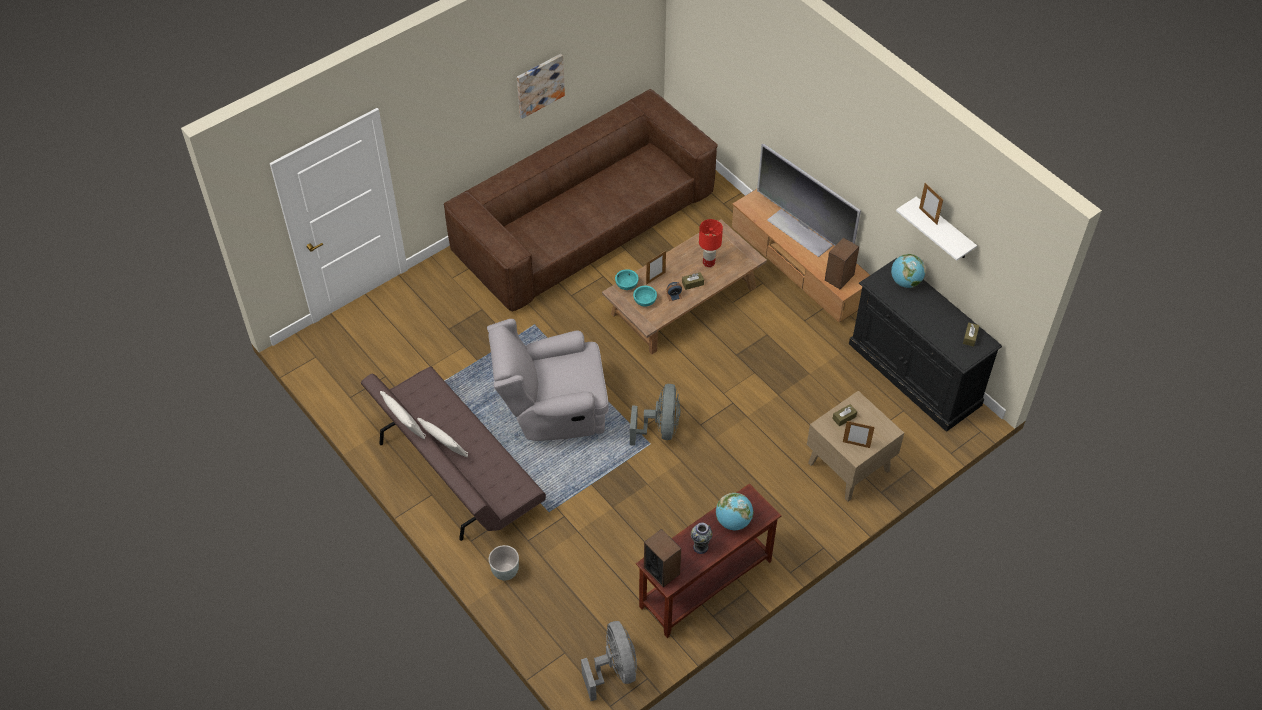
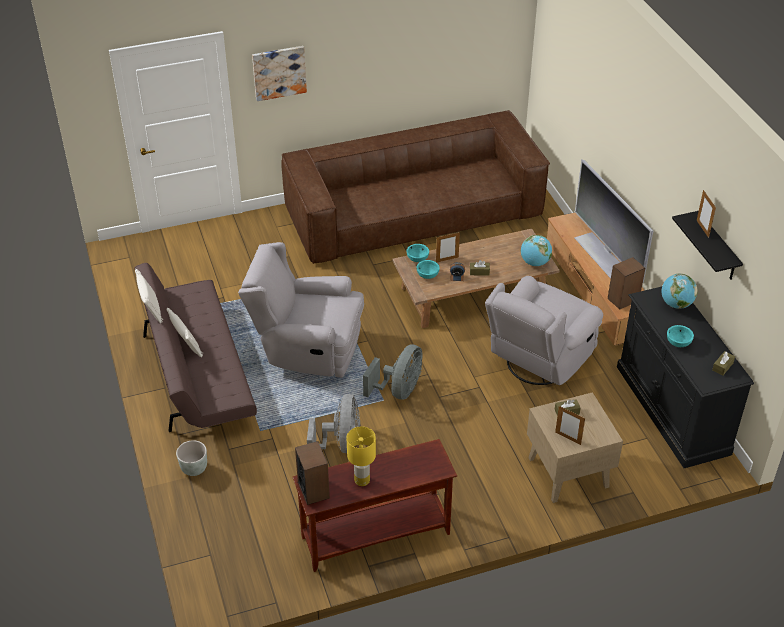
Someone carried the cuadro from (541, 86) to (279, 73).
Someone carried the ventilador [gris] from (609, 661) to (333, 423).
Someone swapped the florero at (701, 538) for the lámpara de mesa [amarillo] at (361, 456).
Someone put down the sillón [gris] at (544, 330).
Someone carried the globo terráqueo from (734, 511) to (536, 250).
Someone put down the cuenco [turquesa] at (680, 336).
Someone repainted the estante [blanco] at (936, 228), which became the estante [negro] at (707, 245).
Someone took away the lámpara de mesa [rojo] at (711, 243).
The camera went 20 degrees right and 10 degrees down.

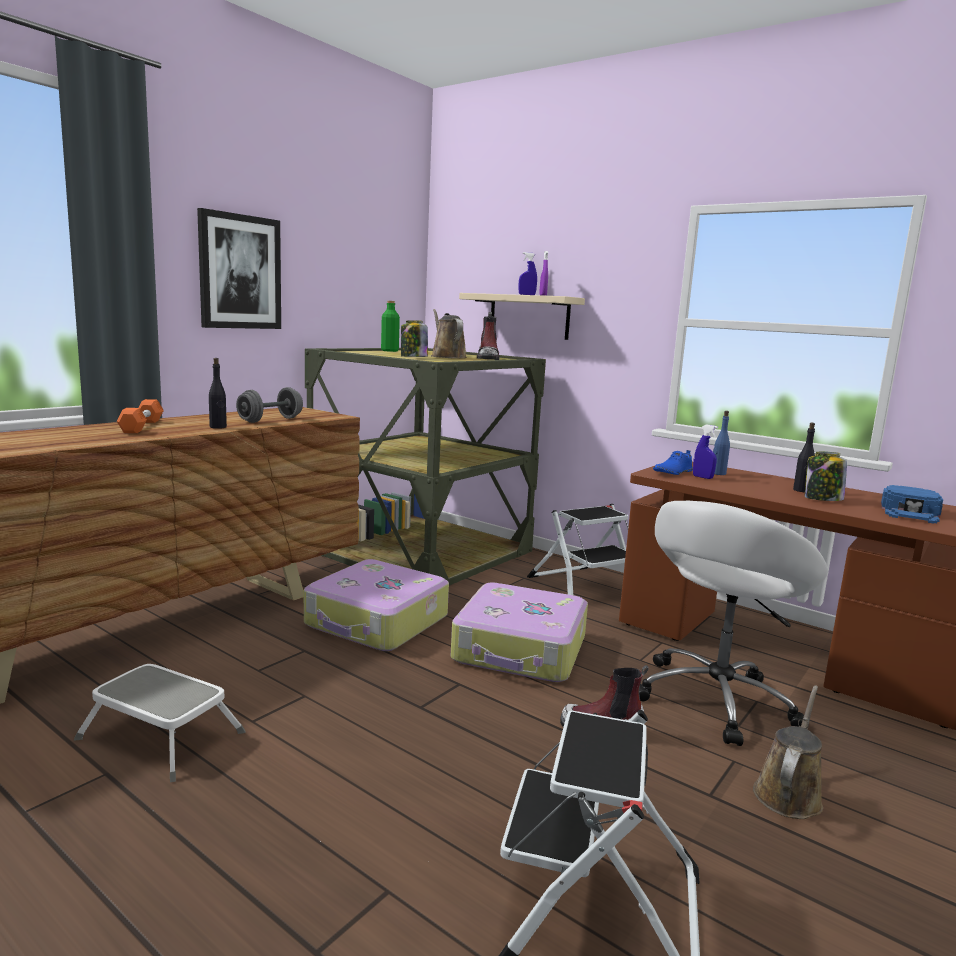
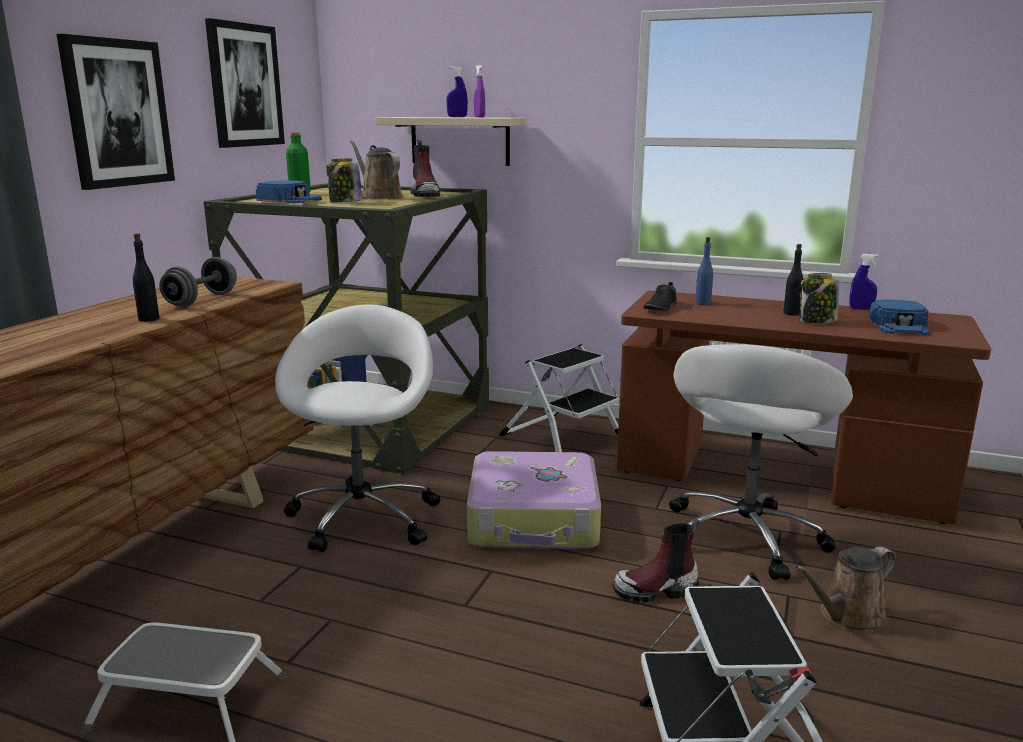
Someone put up the cuadro at (245, 83).
Someone put down the gorra [azul] at (289, 191).
Someone swapped the maleta at (376, 605) for the silla de oficina [blanco] at (357, 428).
Someone repainted the zapato [azul] at (673, 462), which became the zapato [negro] at (660, 296).
Someone rotated the regadera [marrón] at (788, 752) by 135 degrees counterclockwise.
Someone carried the pulverizador [azul] from (705, 451) to (864, 281).
Someone took away the mancuerna [naranja] at (140, 416).
The camera went 15 degrees left and 5 degrees up.

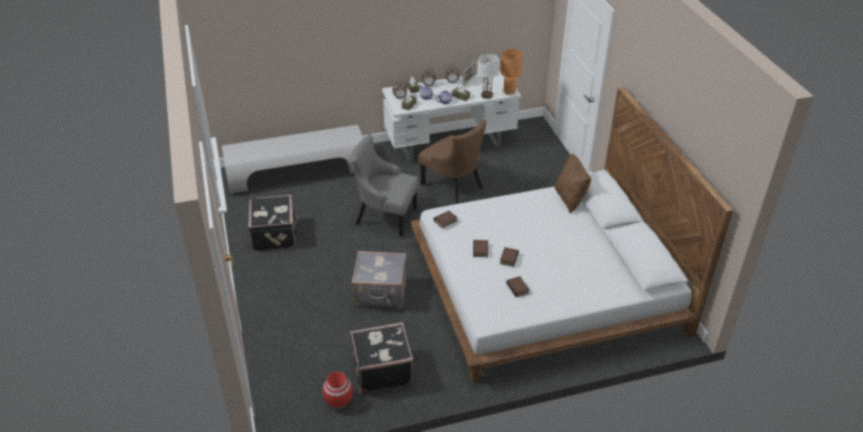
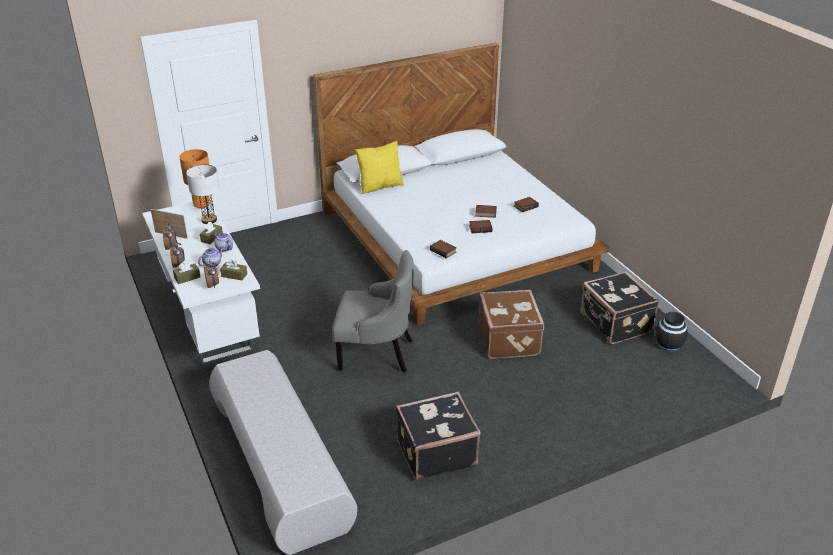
Someone rotated the silla [gris] at (385, 185) by 90 degrees counterclockwise.
Someone repainted the cojín [marrón] at (573, 183), which became the cojín [amarillo] at (379, 167).
Someone repainted the maleta [gris] at (378, 279), which became the maleta [marrón] at (511, 324).
Someone repainted the florero [rojo] at (337, 389), which became the florero [negro] at (671, 331).
Someone took away the silla [marrón] at (452, 162).
The camera went 100 degrees left and 5 degrees down.

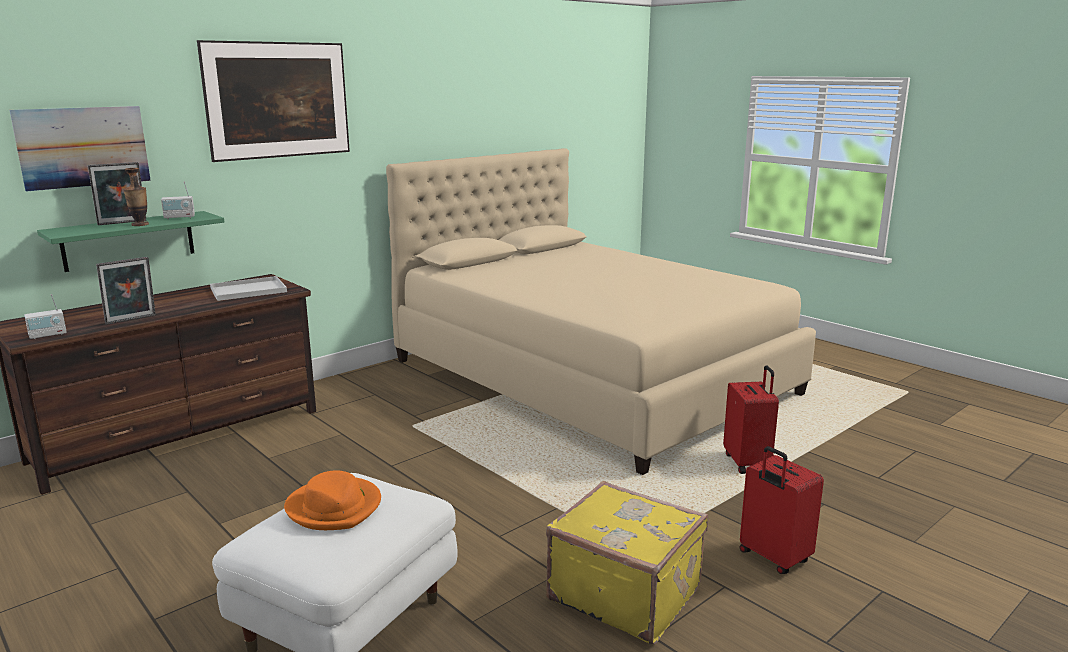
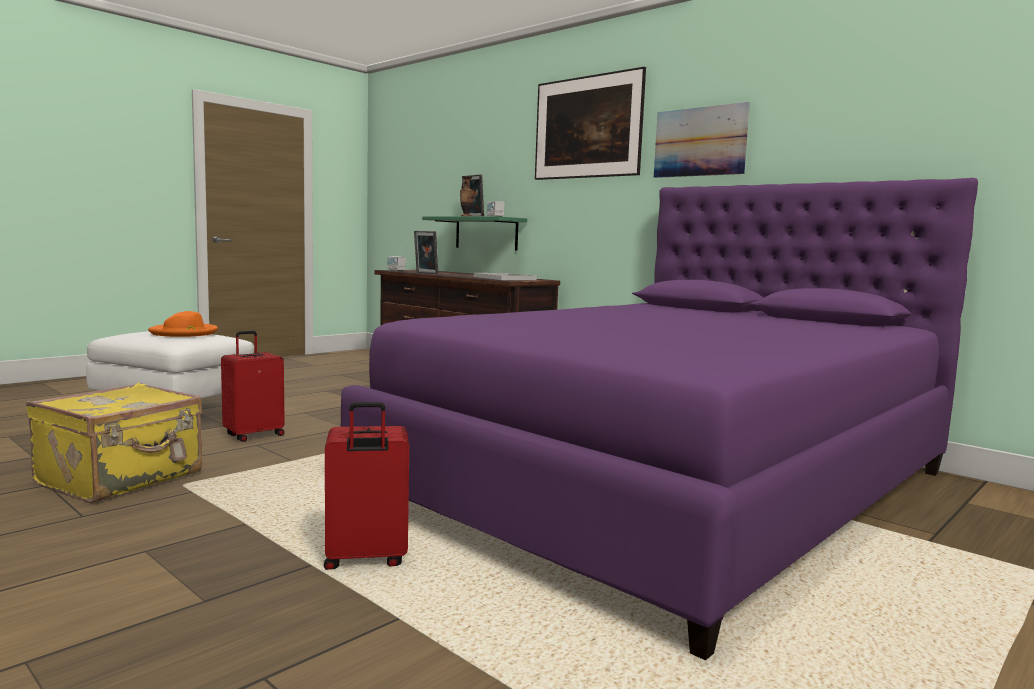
Someone carried the maleta [rojo] from (782, 510) to (253, 386).
Someone repainted the cama [beis] at (601, 311), which became the cama [morado] at (659, 419).
Someone carried the cuadro from (80, 149) to (702, 140).
The camera went 85 degrees right and 10 degrees down.

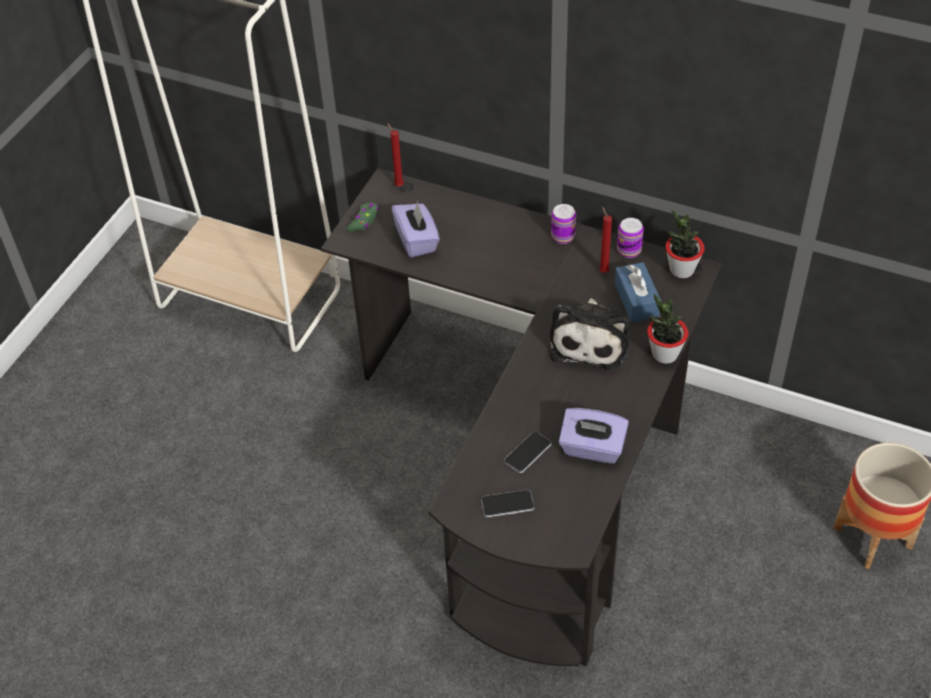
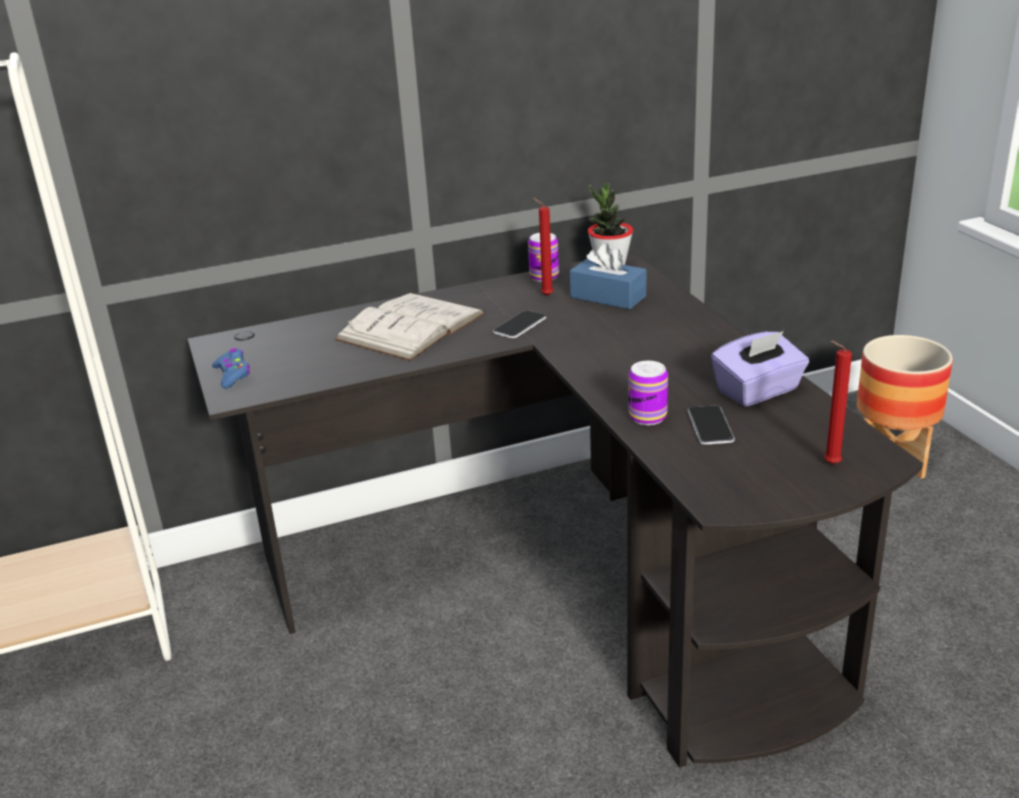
Someone repainted the mando de consola [verde] at (362, 217), which became the mando de consola [azul] at (231, 368).
Someone put down the libro [blanco] at (410, 327).
Someone carried the móvil from (508, 503) to (519, 324).
Someone carried the lata from (563, 224) to (648, 393).
Someone carried the vela [rojo] from (395, 154) to (838, 402).
Someone took away the caja de pañuelos [morado] at (415, 229).
Someone took away the peluche at (590, 334).
Someone took away the planta en maceta at (668, 329).
The camera went 45 degrees left and 20 degrees down.

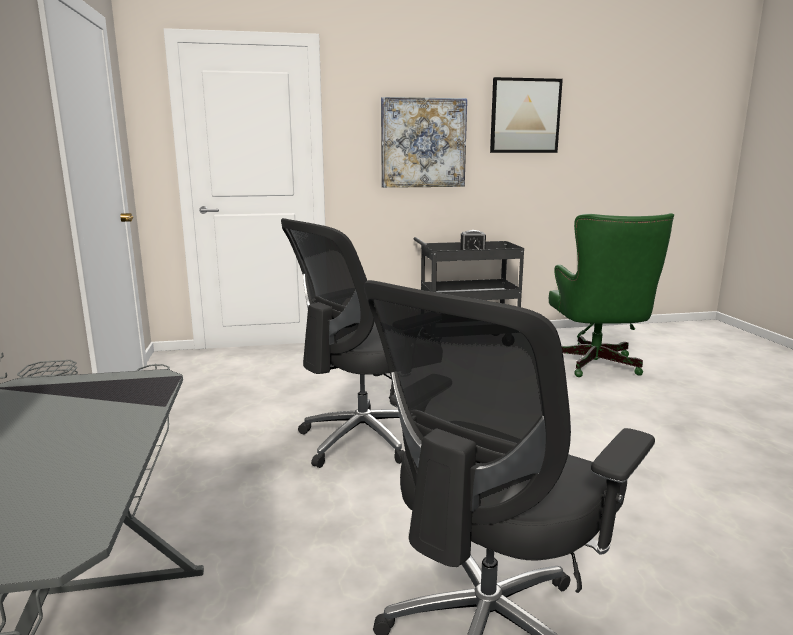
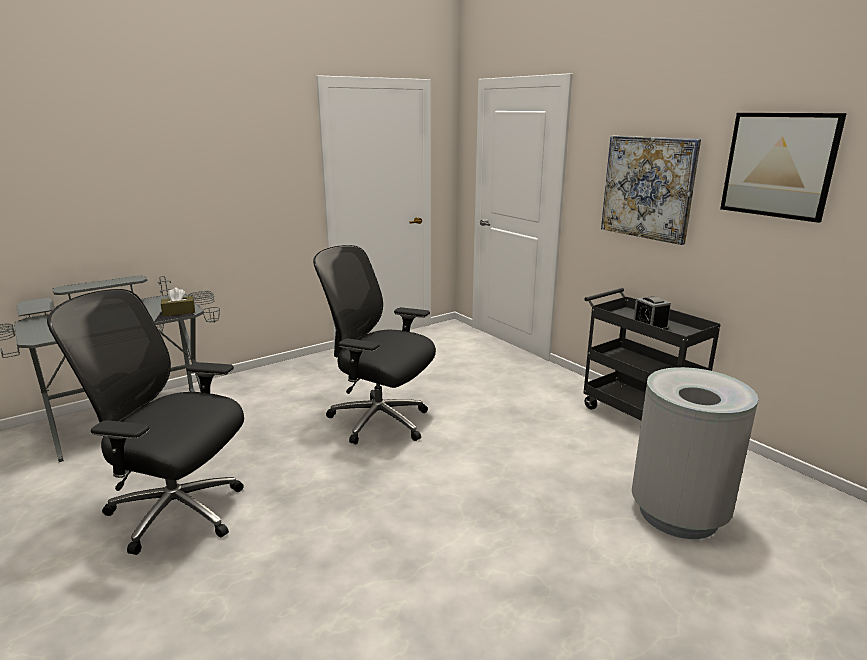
Someone put down the caja de pañuelos [marrón] at (178, 301).
Someone swapped the silla de oficina [verde] at (611, 295) for the papelera [gris] at (695, 453).
The camera went 65 degrees right and 5 degrees up.

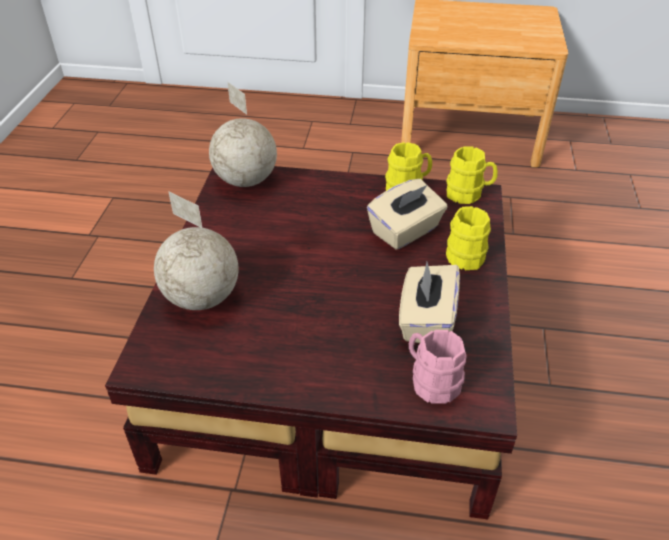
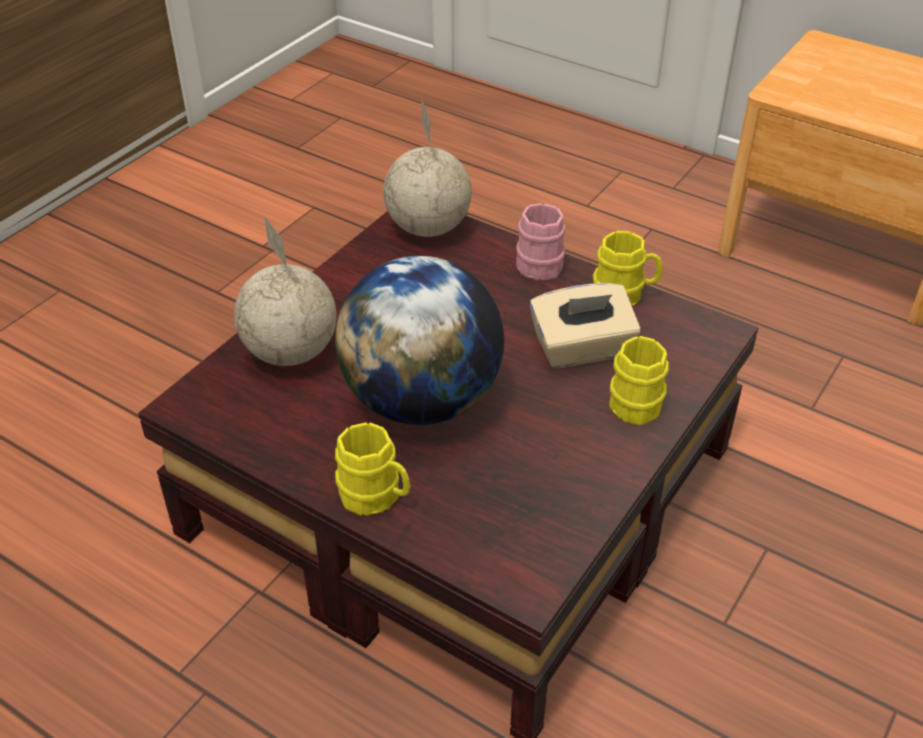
Someone put down the globo terráqueo at (419, 340).
Someone carried the taza grande [amarillo] from (472, 175) to (372, 469).
Someone carried the taza grande [rosa] from (437, 367) to (541, 242).
Someone took away the caja de pañuelos [beis] at (429, 302).
The camera went 25 degrees right and 0 degrees up.

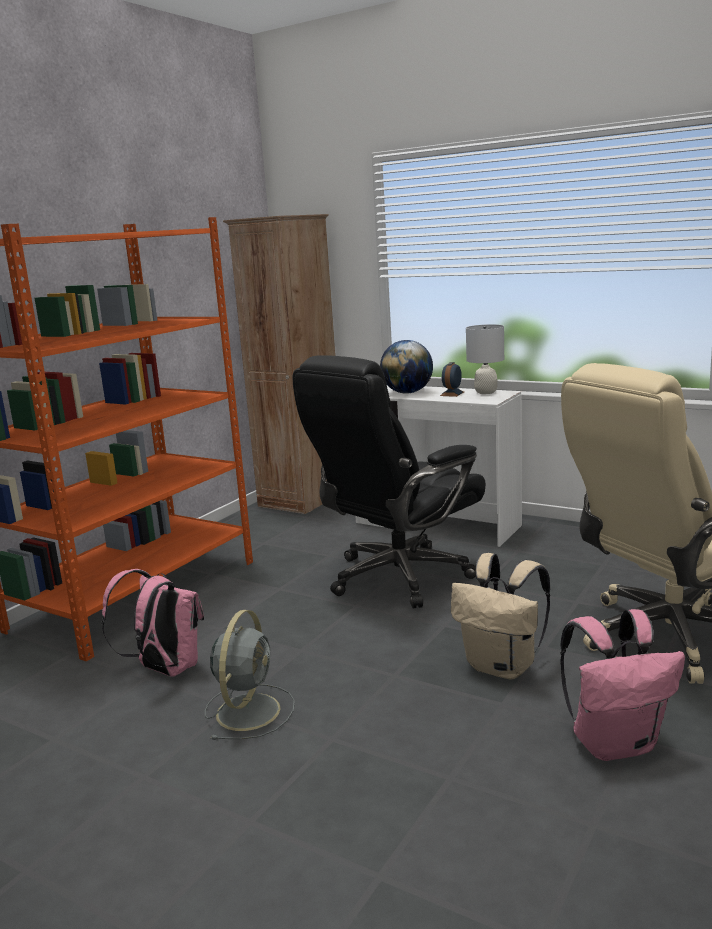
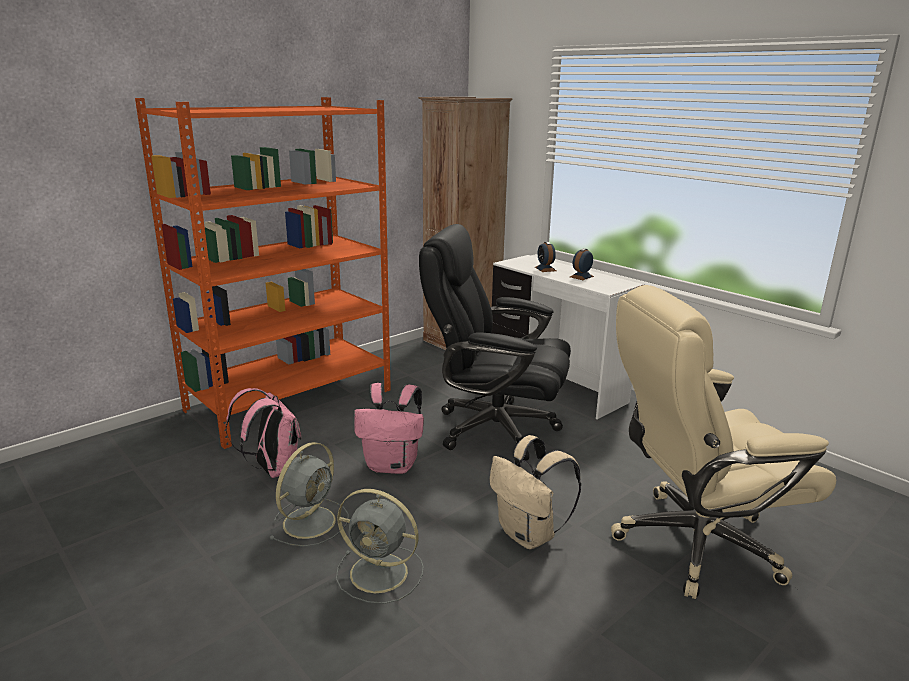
Someone put down the ventilador [gris] at (380, 546).
Someone carried the mochila [rosa] from (622, 685) to (389, 428).
Someone rotated the silla de oficina [negro] at (389, 482) by 45 degrees clockwise.
Someone swapped the globo terráqueo at (406, 367) for the despertador at (545, 257).
Someone took away the lámpara de mesa [gris] at (485, 359).
The camera went 15 degrees right and 5 degrees up.

